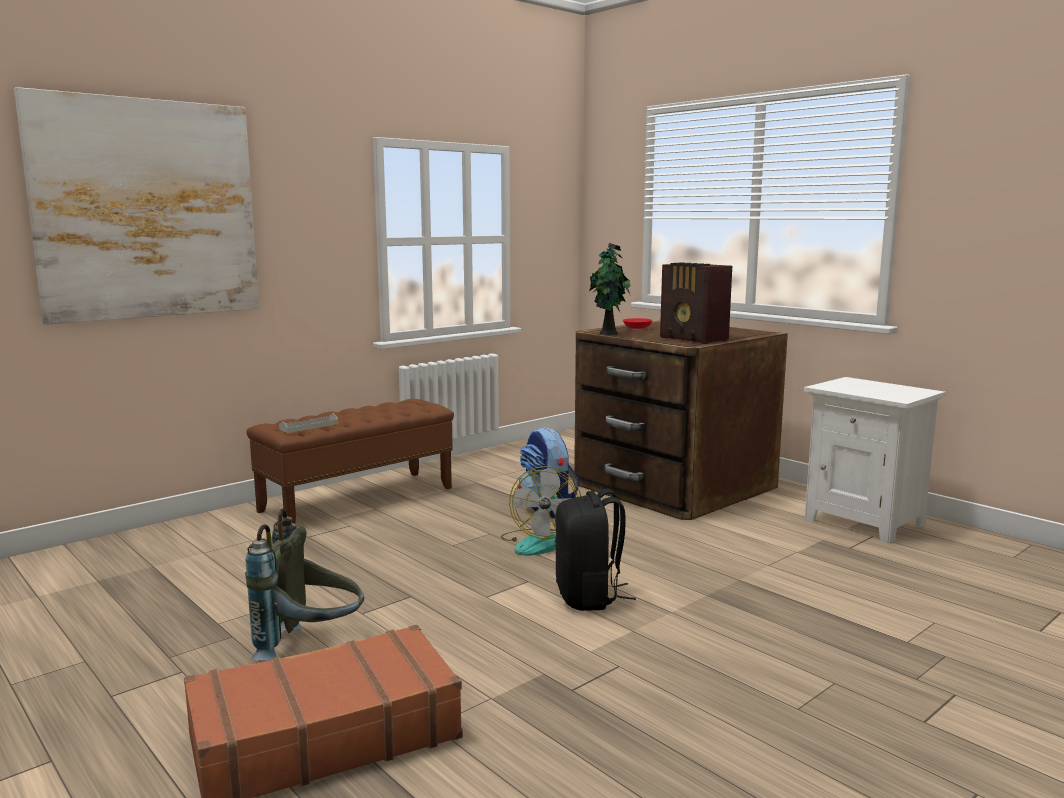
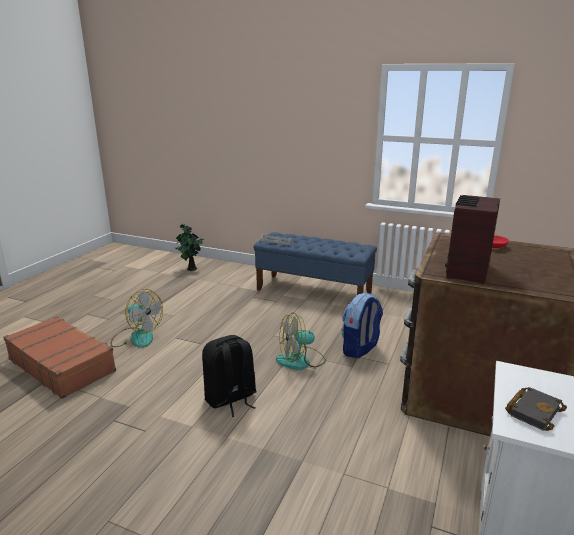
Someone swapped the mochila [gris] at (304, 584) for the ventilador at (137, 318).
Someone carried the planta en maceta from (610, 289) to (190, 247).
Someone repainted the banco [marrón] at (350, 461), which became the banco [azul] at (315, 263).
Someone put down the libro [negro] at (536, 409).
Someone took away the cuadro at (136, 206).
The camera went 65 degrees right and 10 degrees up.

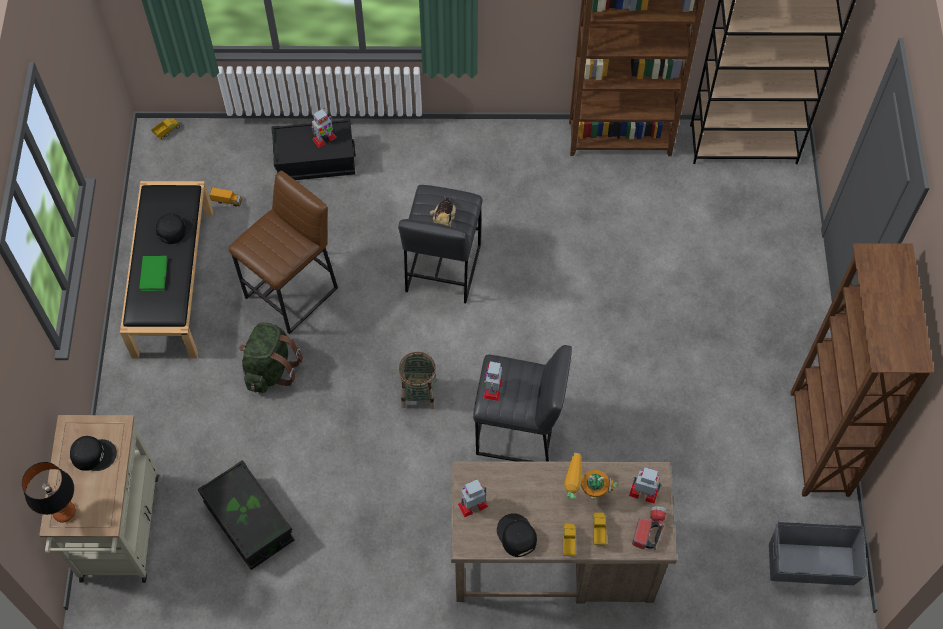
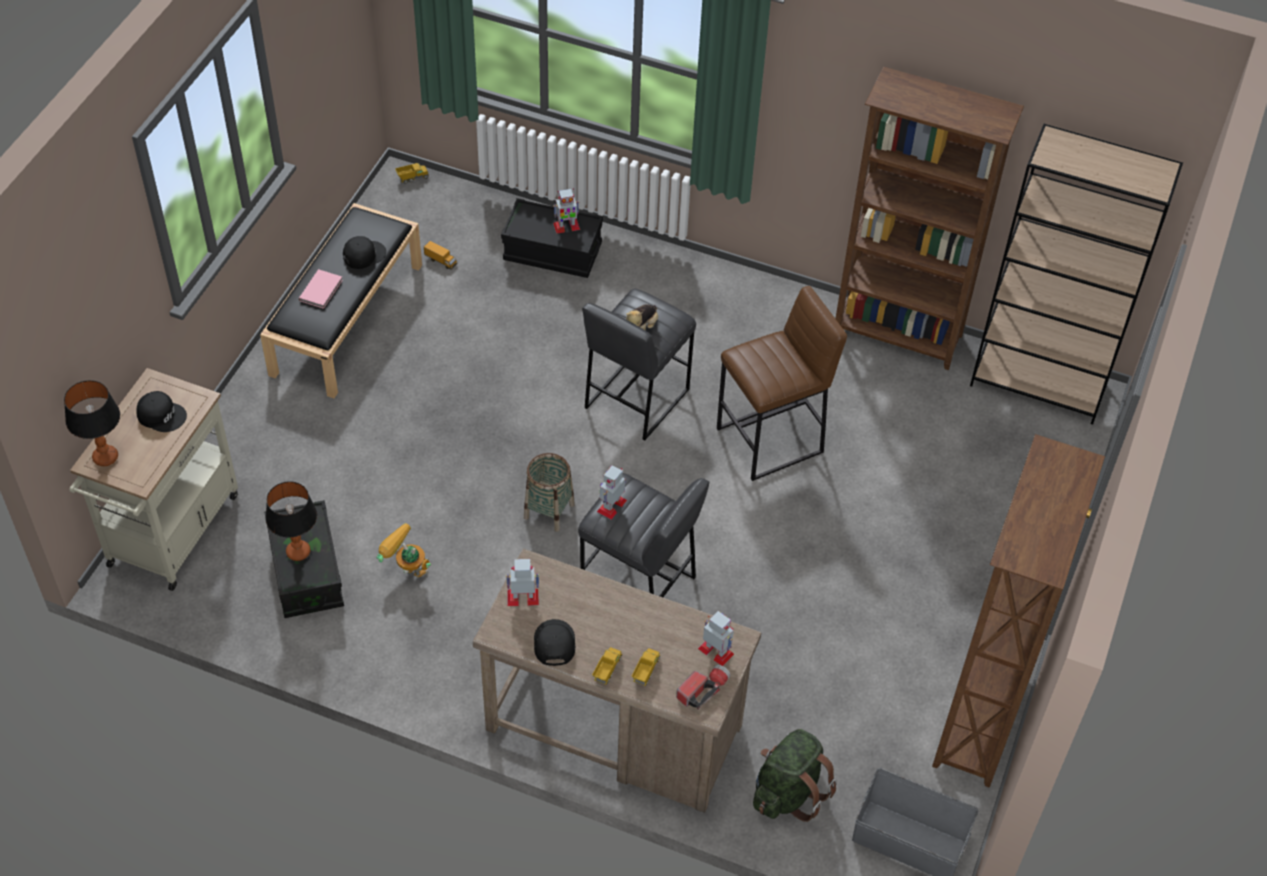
Someone put down the lámpara de mesa at (291, 521).
Someone repainted the libro [verde] at (153, 273), which became the libro [rosa] at (321, 289).
Someone carried the robot de juguete from (590, 476) to (404, 550).
Someone carried the taburete [marrón] from (283, 252) to (782, 383).
Someone carried the mochila [verde] from (271, 357) to (795, 775).
The camera went 20 degrees right and 10 degrees down.

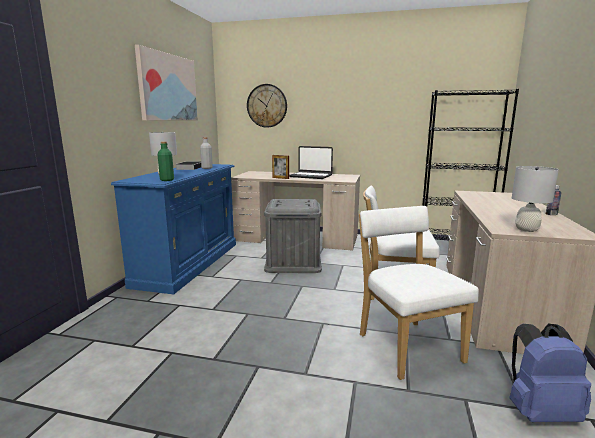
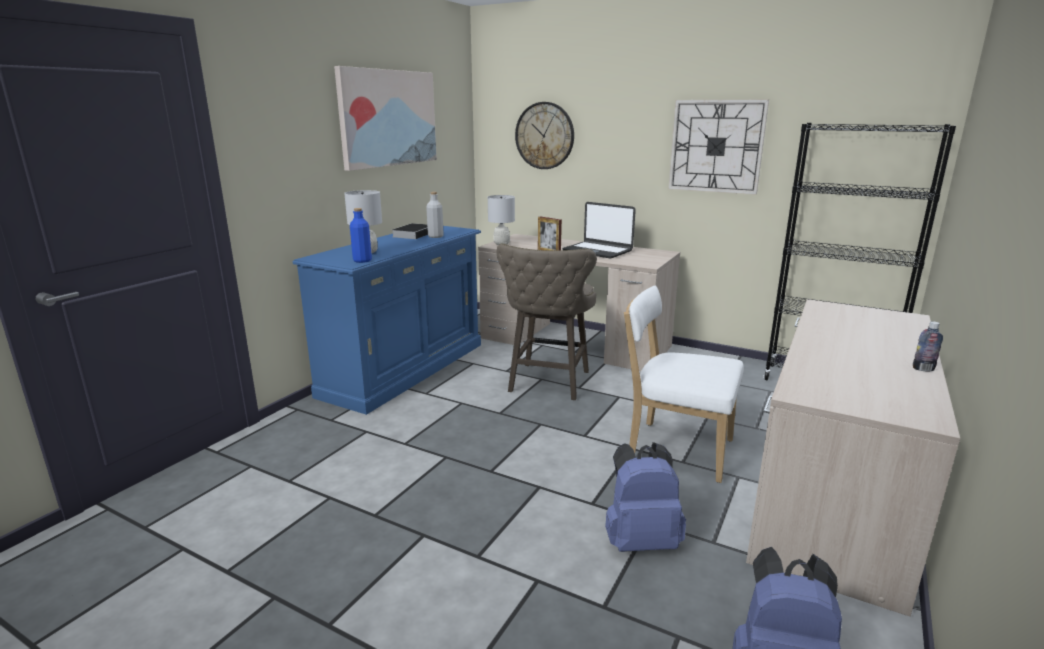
Someone repainted the botella [verde] at (166, 161), which became the botella [azul] at (361, 235).
Someone carried the lámpara de mesa [gris] from (535, 199) to (501, 220).
Someone swapped the caja de almacenaje [gris] at (293, 236) for the taburete [beis] at (547, 321).
Someone swapped the silla [blanco] at (419, 293) for the mochila [azul] at (645, 497).
Someone put up the reloj de pared at (718, 147).
The camera went 15 degrees right and 5 degrees up.

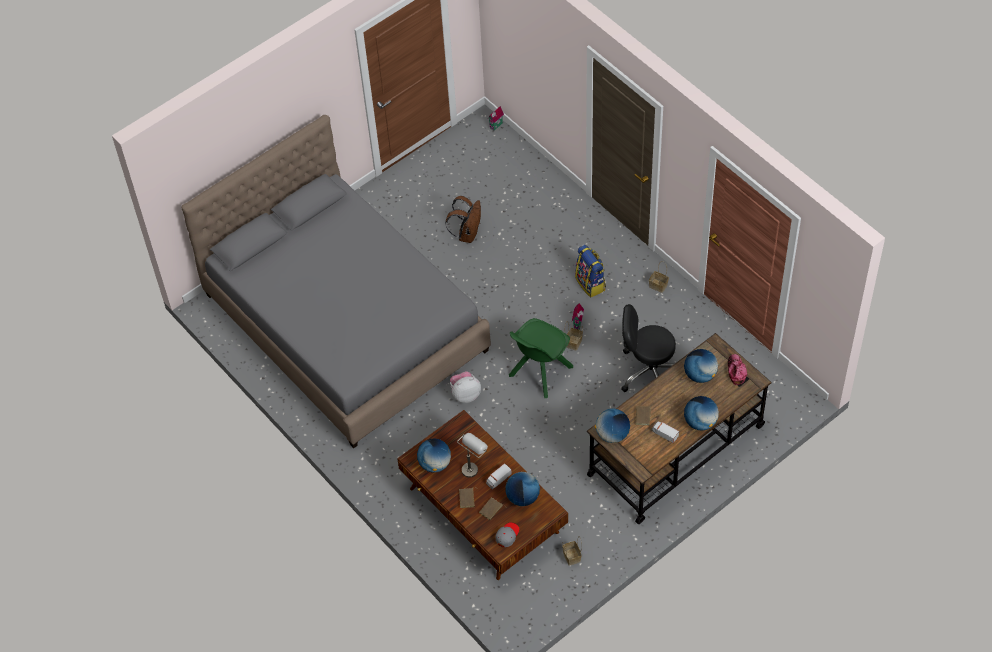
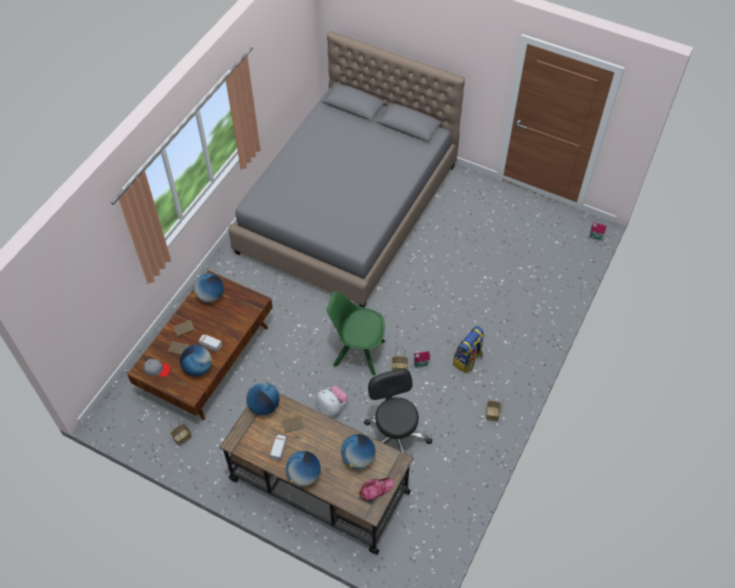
Someone carried the peluche from (465, 387) to (332, 401).
Someone took away the mochila [marrón] at (463, 219).
Someone took away the lámpara de mesa [gris] at (472, 455).
The camera went 65 degrees right and 0 degrees up.

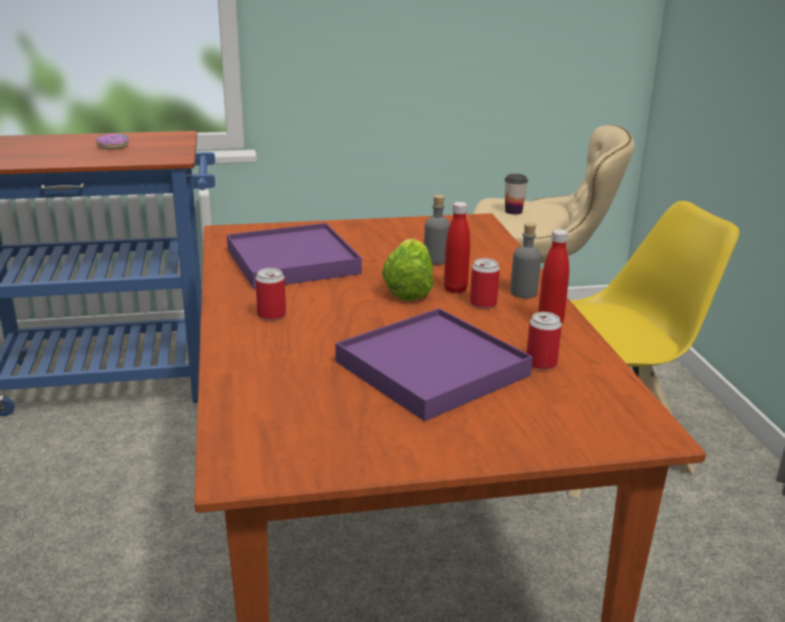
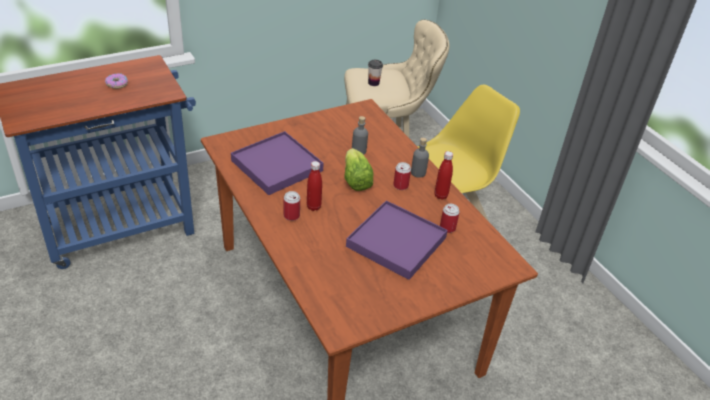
Someone carried the botella [rojo] from (457, 247) to (314, 186).
The camera went 20 degrees left and 15 degrees up.

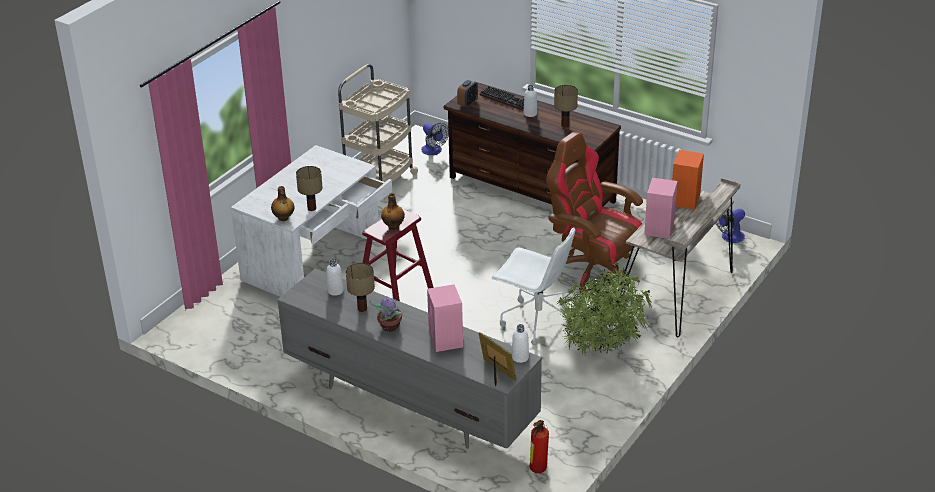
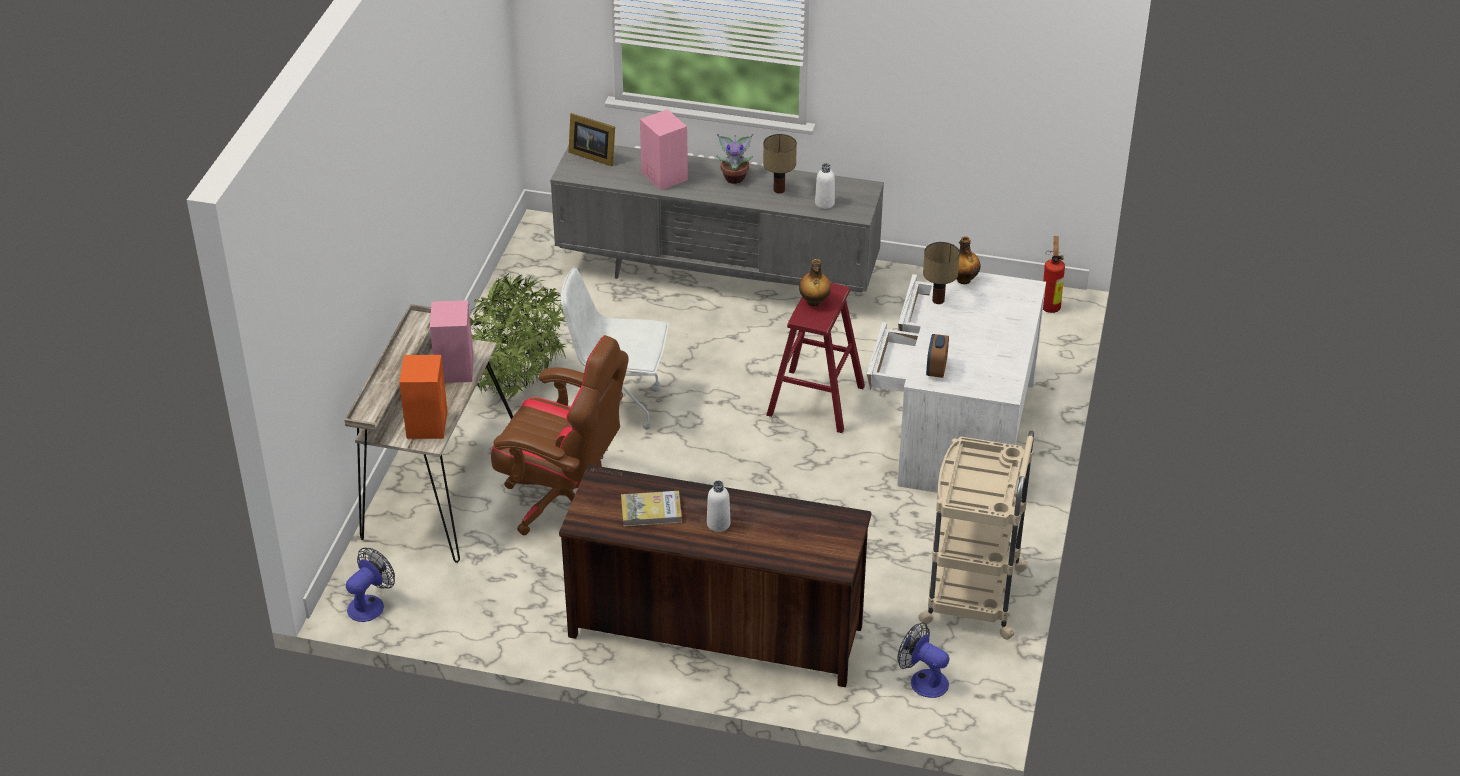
Someone swapped the lámpara de mesa at (566, 106) for the libro at (651, 509).
Someone carried the despertador from (467, 94) to (937, 356).
Someone carried the extintor from (539, 446) to (1054, 274).
Someone took away the teclado at (502, 98).
Someone took away the botella [blanco] at (520, 343).
The camera went 160 degrees right and 5 degrees up.

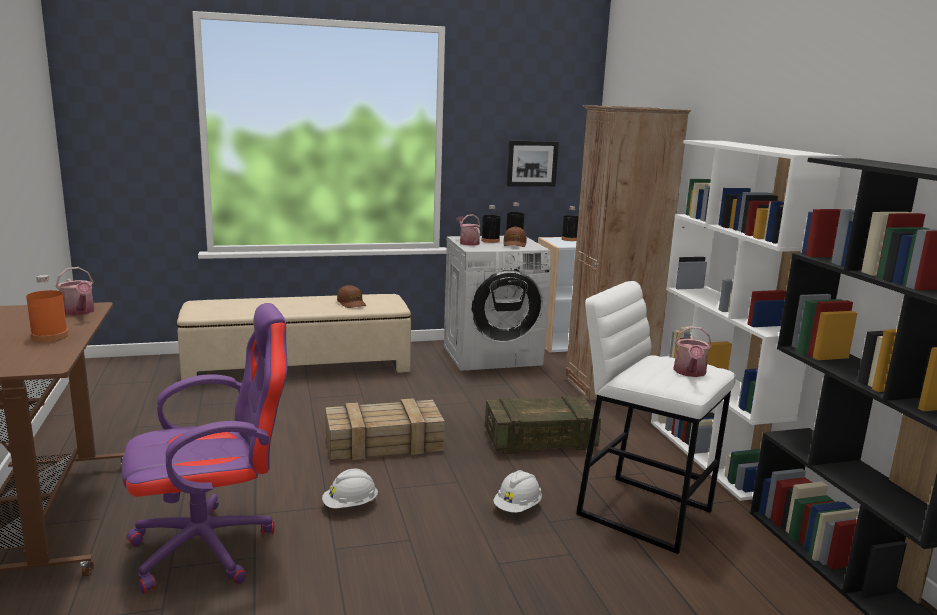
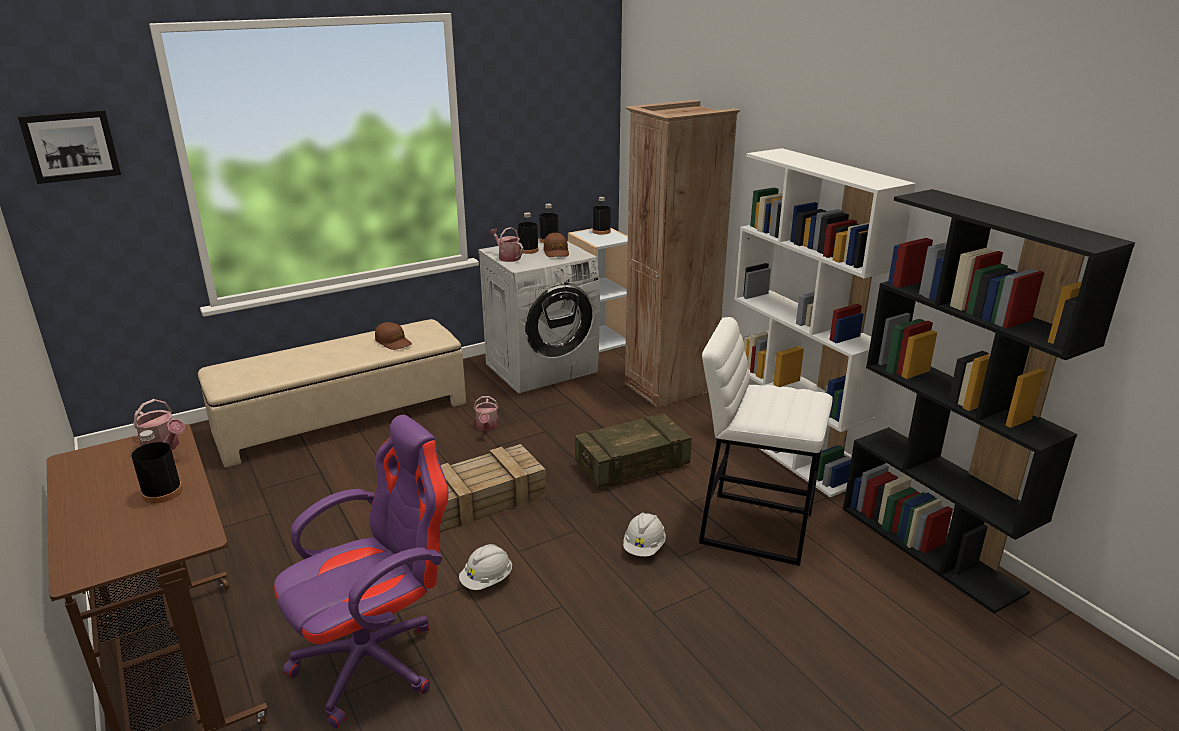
Someone carried the cuadro from (532, 163) to (69, 147).
Someone repainted the botella [naranja] at (47, 308), which became the botella [negro] at (156, 467).
Someone carried the regadera from (692, 351) to (486, 413).
The camera went 15 degrees left and 10 degrees up.

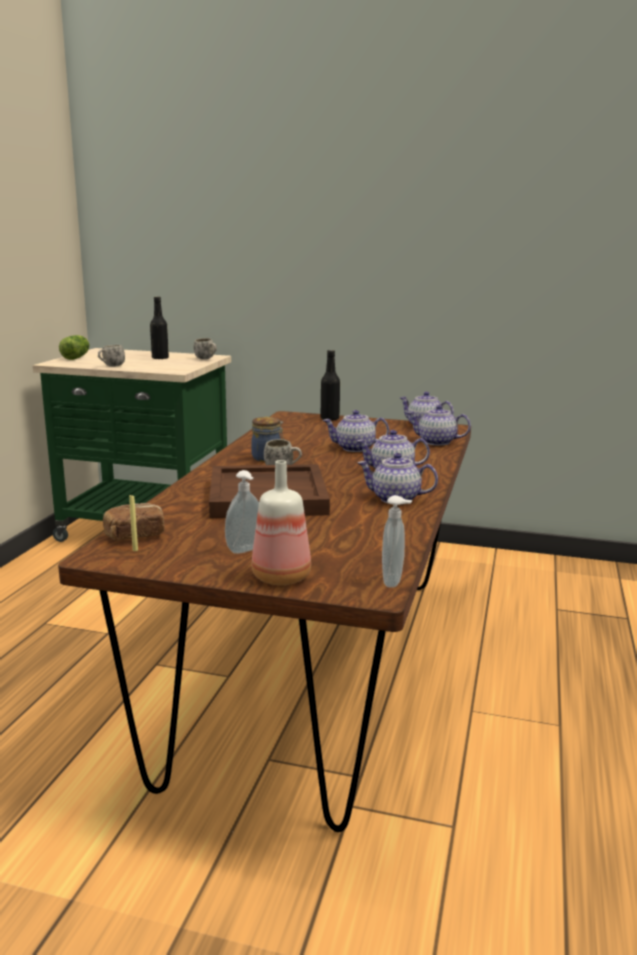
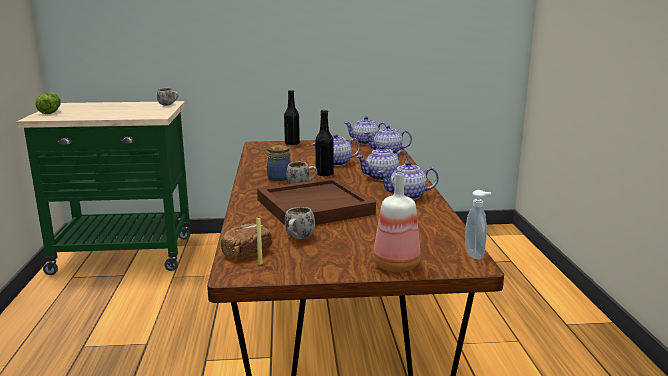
Someone carried the taza grande [blanco] from (111, 356) to (300, 223).
Someone carried the botella [negro] from (159, 327) to (324, 143).
Someone took away the dispensador de jabón at (242, 512).
The camera went 20 degrees left and 0 degrees up.

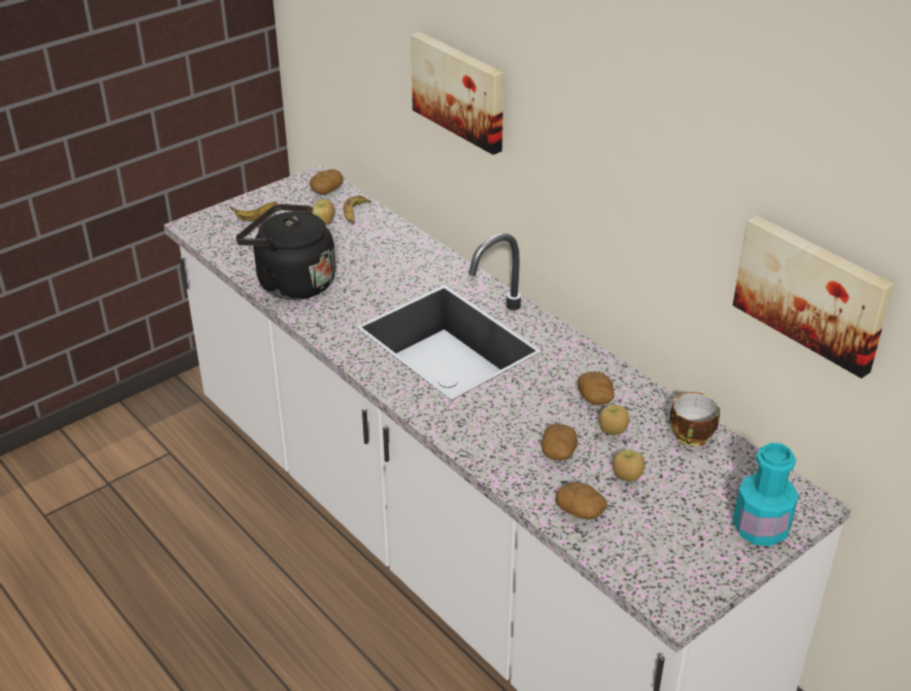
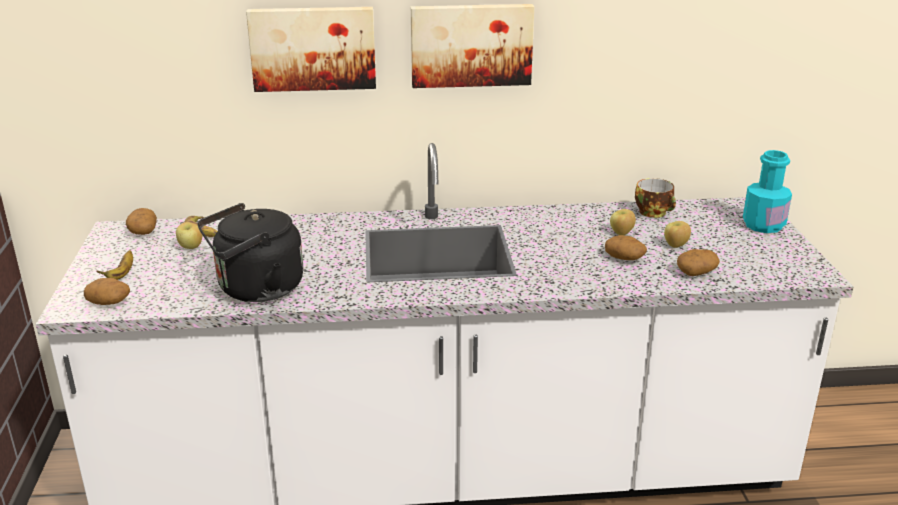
Someone carried the patata from (596, 388) to (107, 291).
Someone carried the cuadro from (813, 296) to (472, 46).
The camera went 55 degrees left and 10 degrees down.

